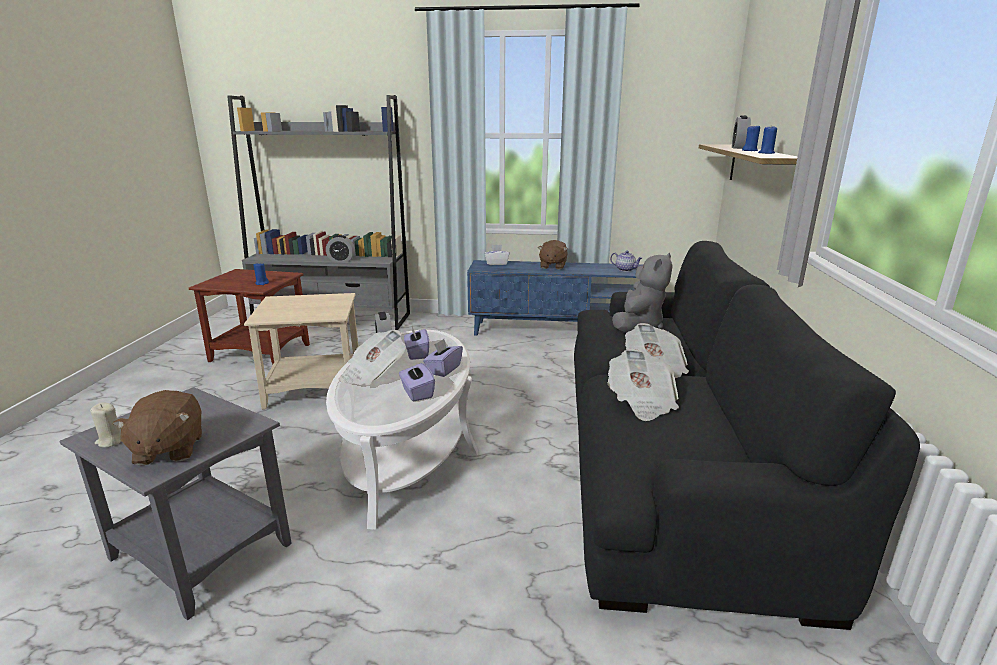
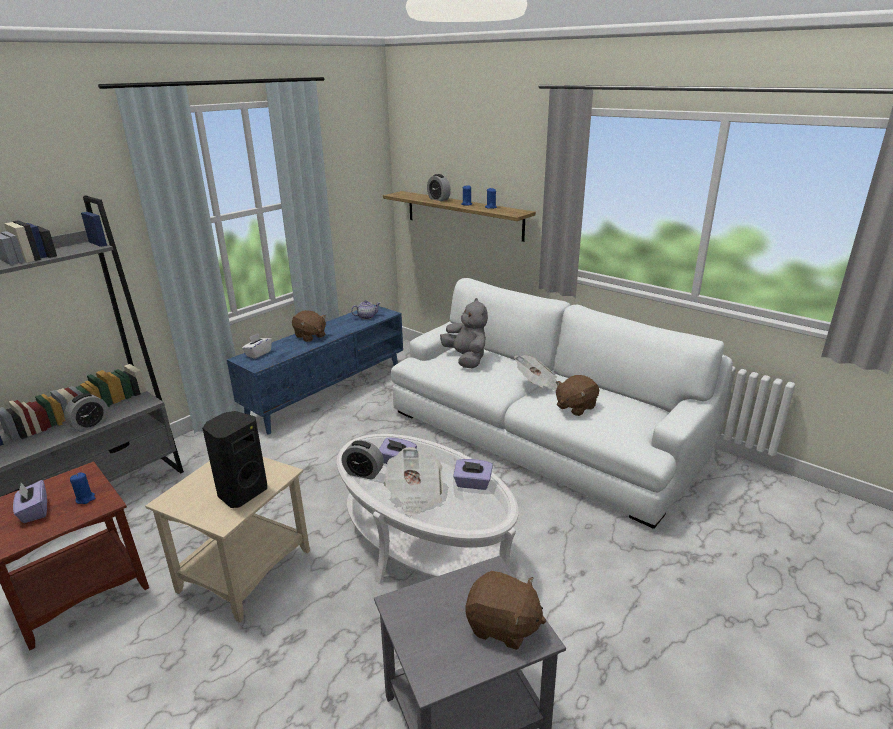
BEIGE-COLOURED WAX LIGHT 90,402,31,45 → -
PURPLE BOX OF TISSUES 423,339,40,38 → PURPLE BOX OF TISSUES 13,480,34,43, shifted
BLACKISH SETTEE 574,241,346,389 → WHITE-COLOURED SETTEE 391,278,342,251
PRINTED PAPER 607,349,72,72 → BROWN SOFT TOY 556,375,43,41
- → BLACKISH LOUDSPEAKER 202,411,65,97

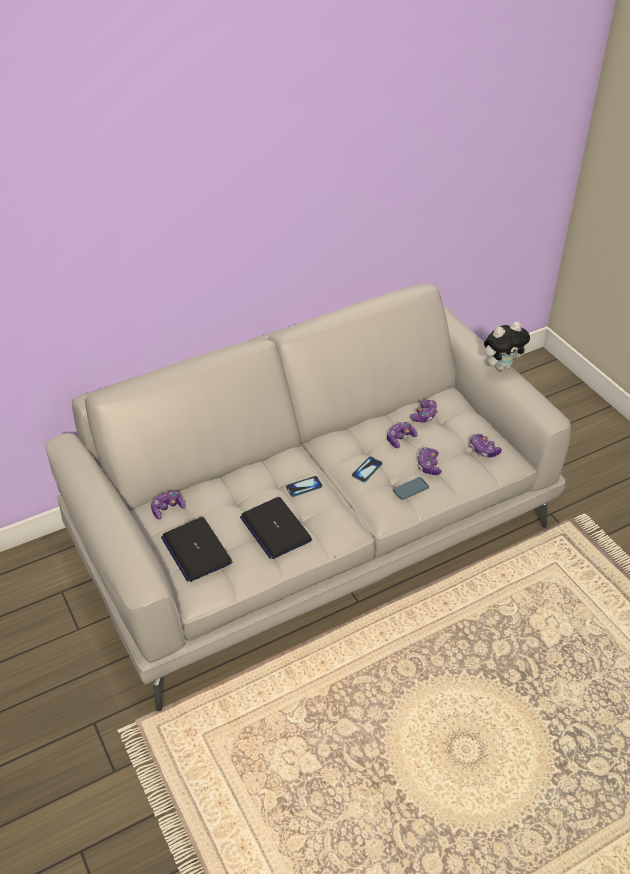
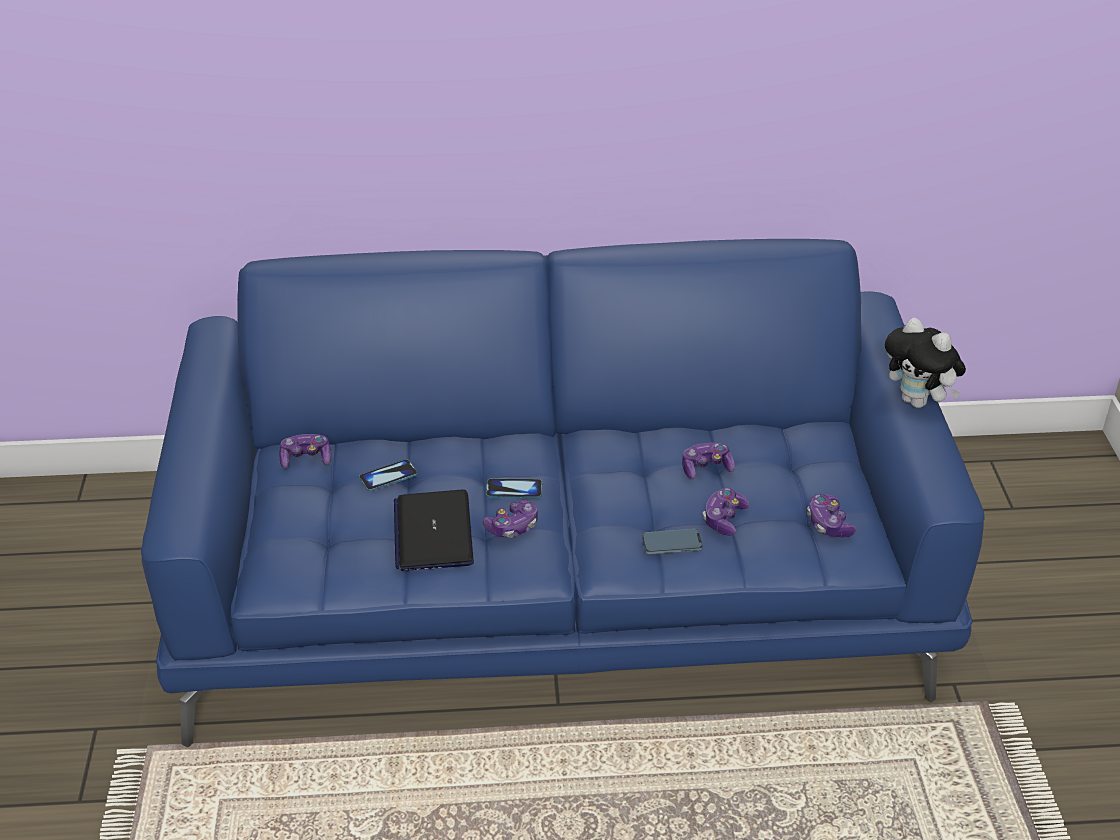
GREY SETTEE 45,283,526,428 → BLUISH SETTEE 141,239,844,508
PORTABLE COMPUTER 161,517,71,65 → -
TELEPHONE 352,456,30,26 → TELEPHONE 359,459,59,32, shifted
GAME CONTROLLER 410,400,28,23 → GAME CONTROLLER 483,500,55,38, shifted
SOFT TOY 484,322,46,49 → SOFT TOY 885,318,81,90, 45 degrees clockwise

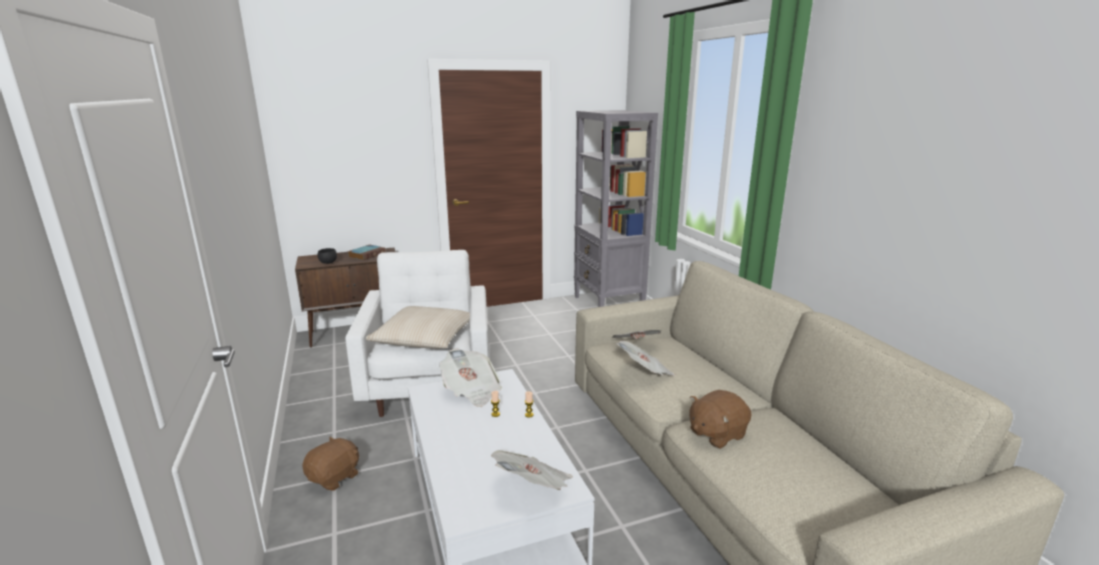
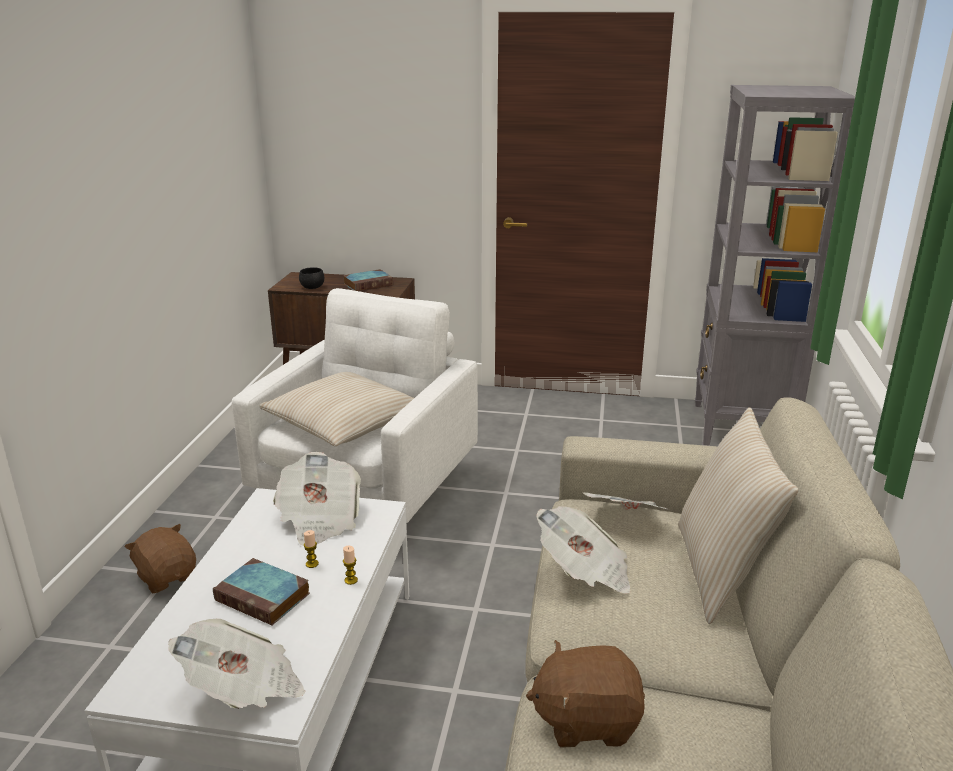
BROWN SOFT TOY 303,436,56,55 → BROWN SOFT TOY 125,524,71,70, 105 degrees counterclockwise
- → VOLUME 213,558,97,68
- → BEIGE-COLOURED PILLOW 678,407,121,217

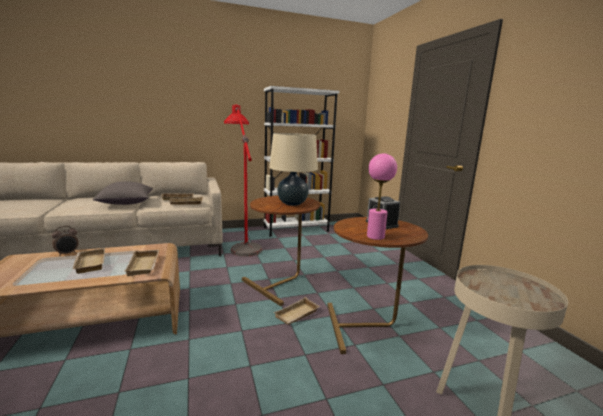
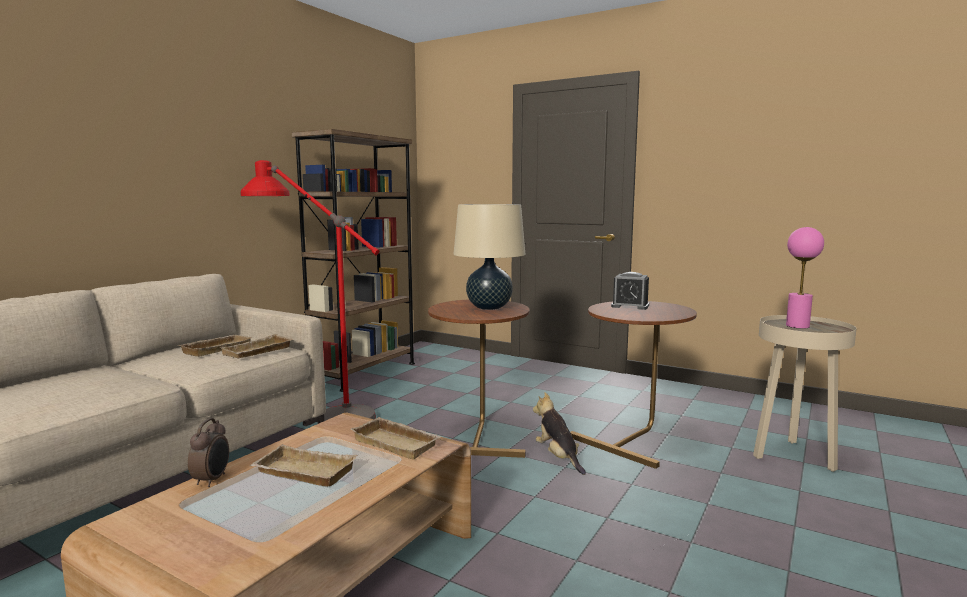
GREY PILLOW 93,181,60,24 → -
WHITE-COLOURED SHELVING UNIT 264,86,75,150 → BROWN SHELVING UNIT 292,129,123,263
BEIGE-COLOURED CARRYING TRAY 274,297,46,28 → SOFT TOY 533,392,53,83
PINK TABLE LAMP 367,153,30,87 → PINK TABLE LAMP 786,227,38,102, shifted

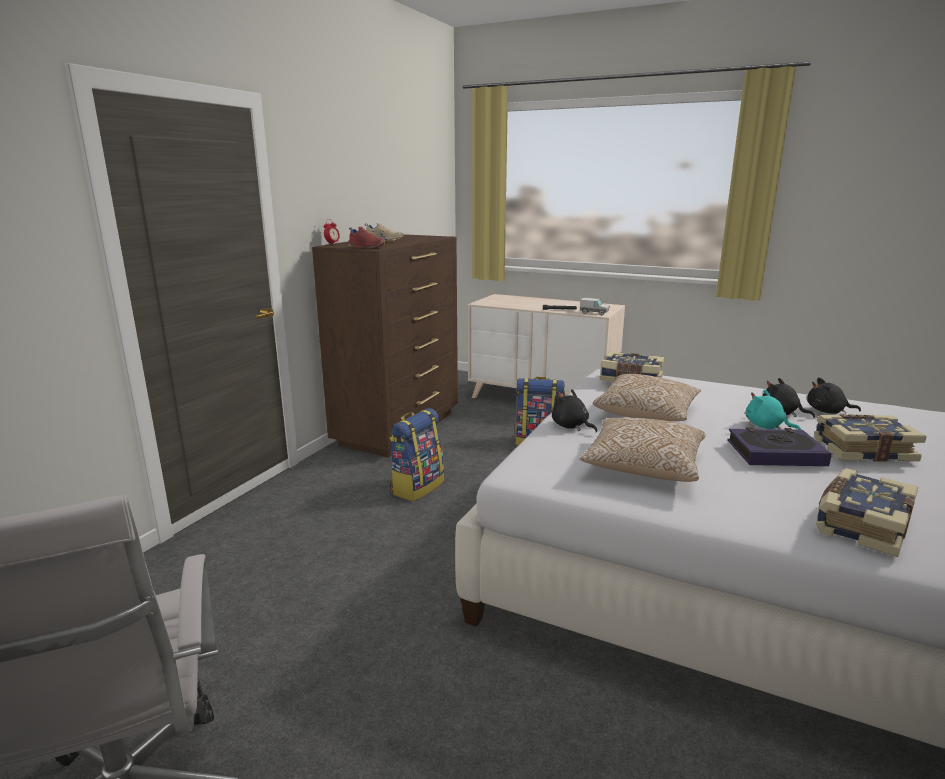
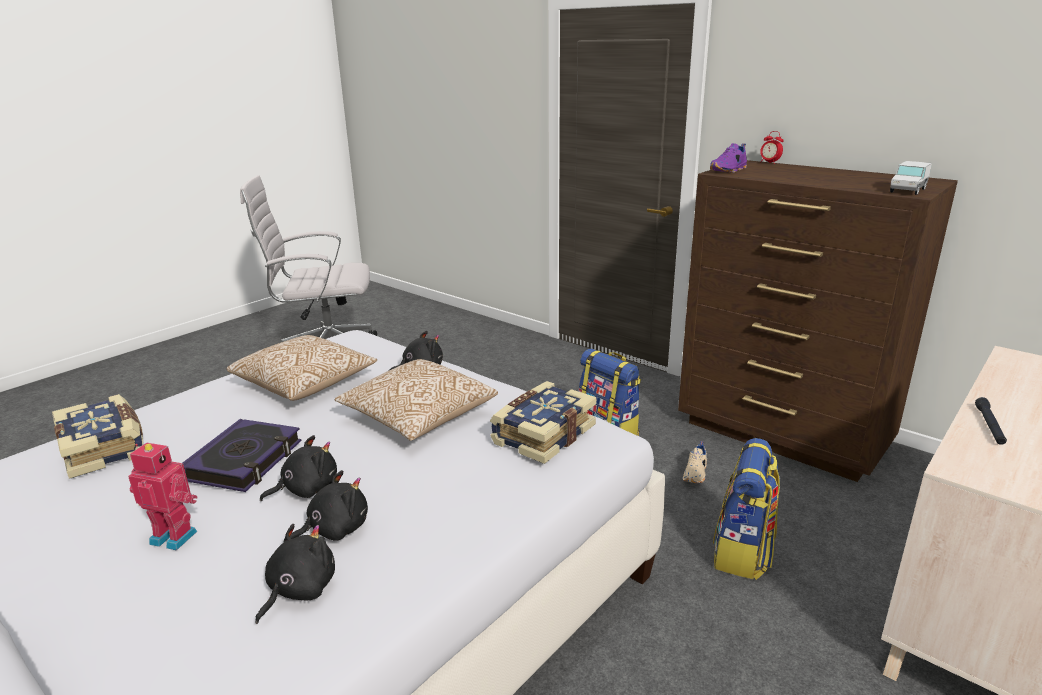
REDDISH LOW SHOE 348,227,37,21 → PURPLE LOW SHOE 710,143,37,30
BEIGE-COLOURED LOW SHOE 365,222,39,20 → BEIGE-COLOURED LOW SHOE 683,441,24,42, shifted
MODEL TRUCK 580,298,29,17 → MODEL TRUCK 890,161,42,34, shifted
TURQUOISE-COLOURED SOFT TOY 745,390,56,40 → BLACKISH SOFT TOY 260,435,77,66
VOLUME 814,414,113,48 → TOY ROBOT 128,443,70,108

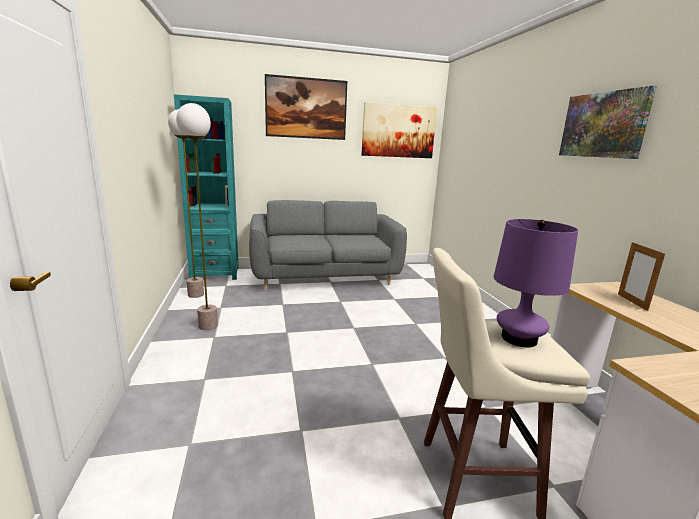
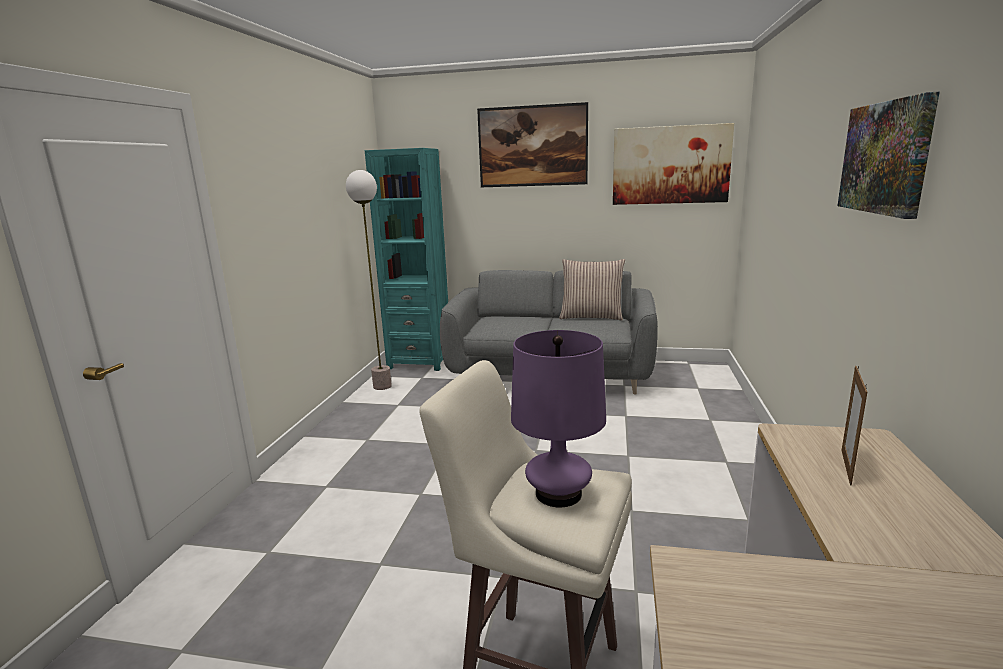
STANDING LAMP 176,103,42,227 → -
- → PILLOW 559,259,66,62

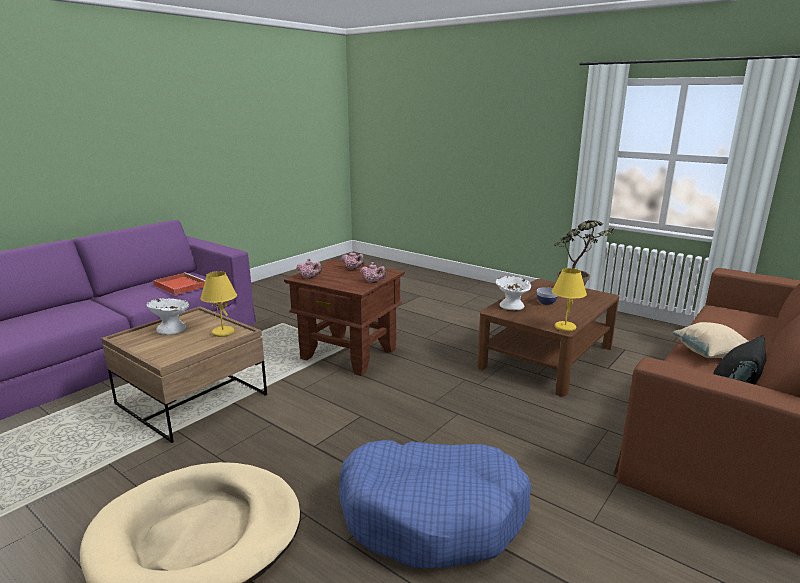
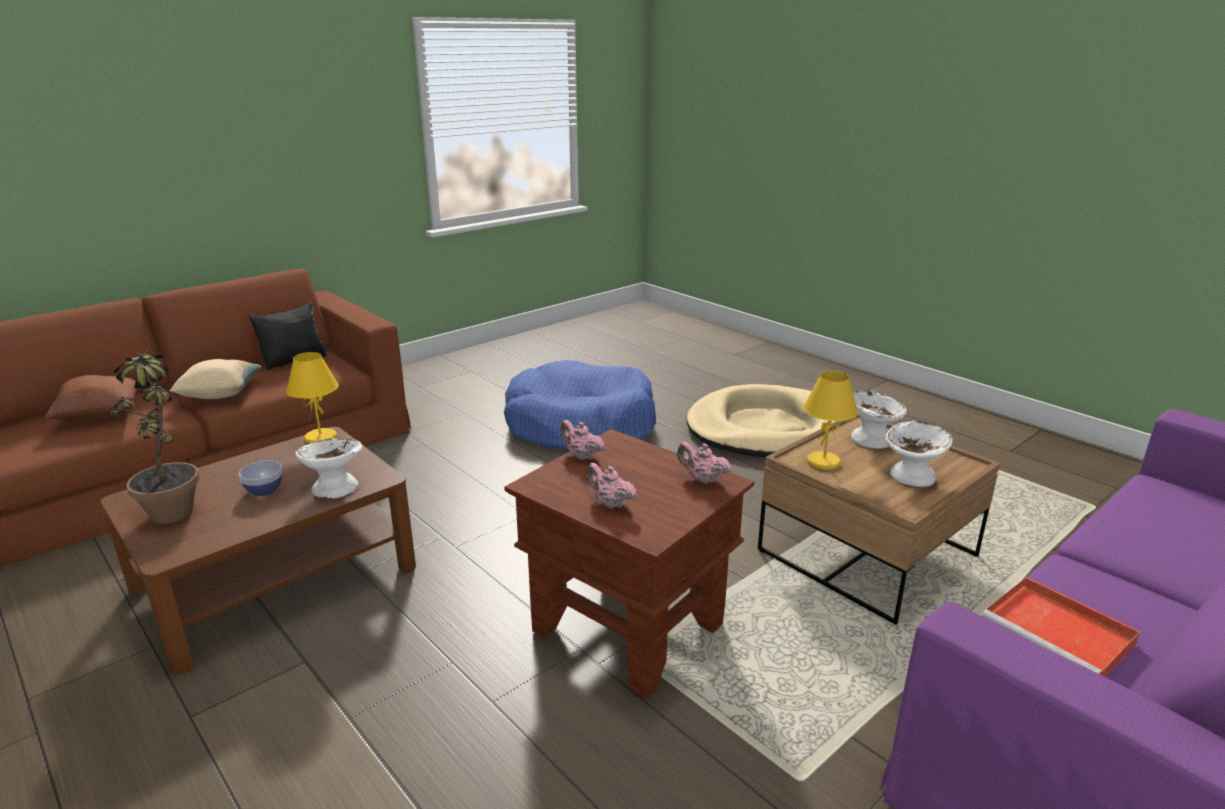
- → BROWN PILLOW 44,375,93,45
- → WHITE-COLOURED SERVING BOWL 851,391,56,58

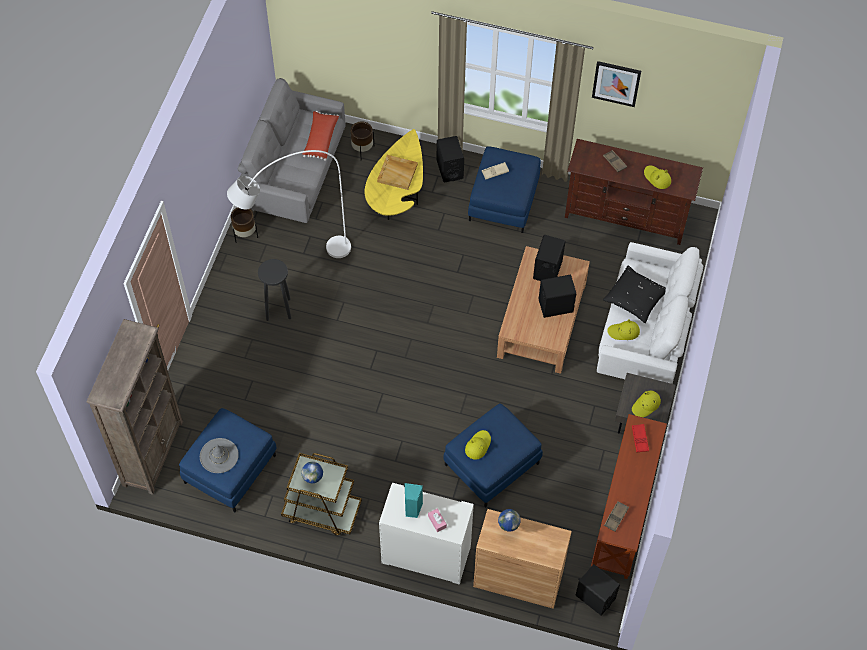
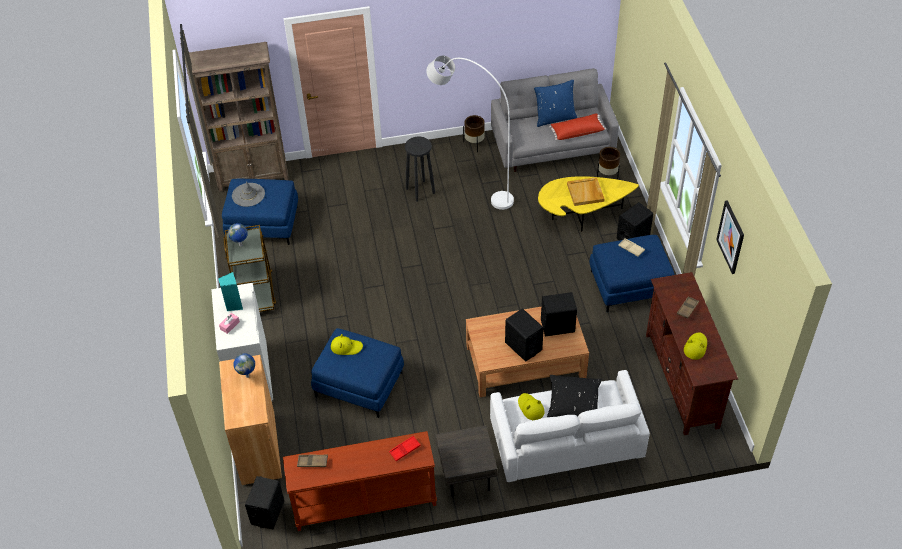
YELLOWISH CLOTHING HAT 632,391,29,26 → -
- → BLUISH PILLOW 534,79,43,48

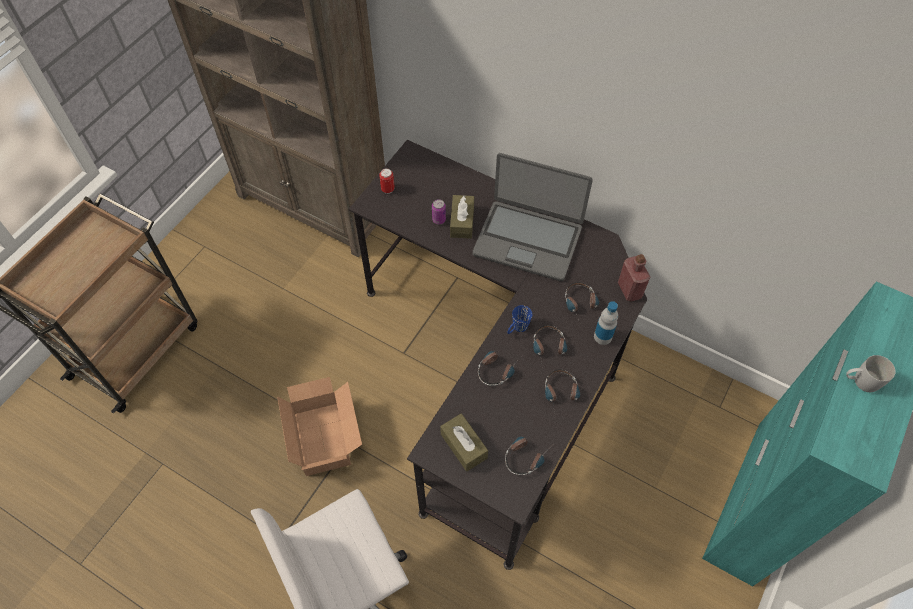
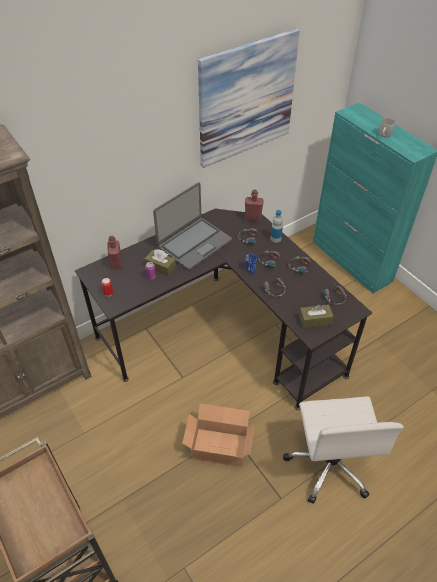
- → REDDISH BEVERAGE BOTTLE 107,236,15,34
- → WALL ART 198,28,102,140

